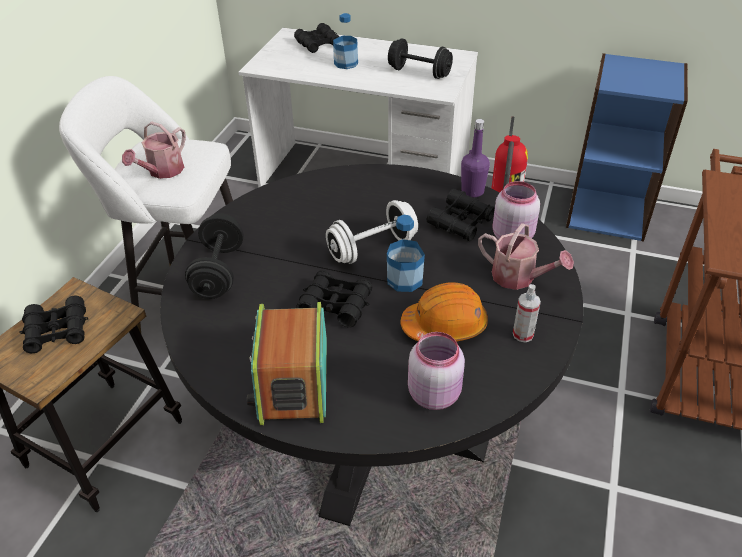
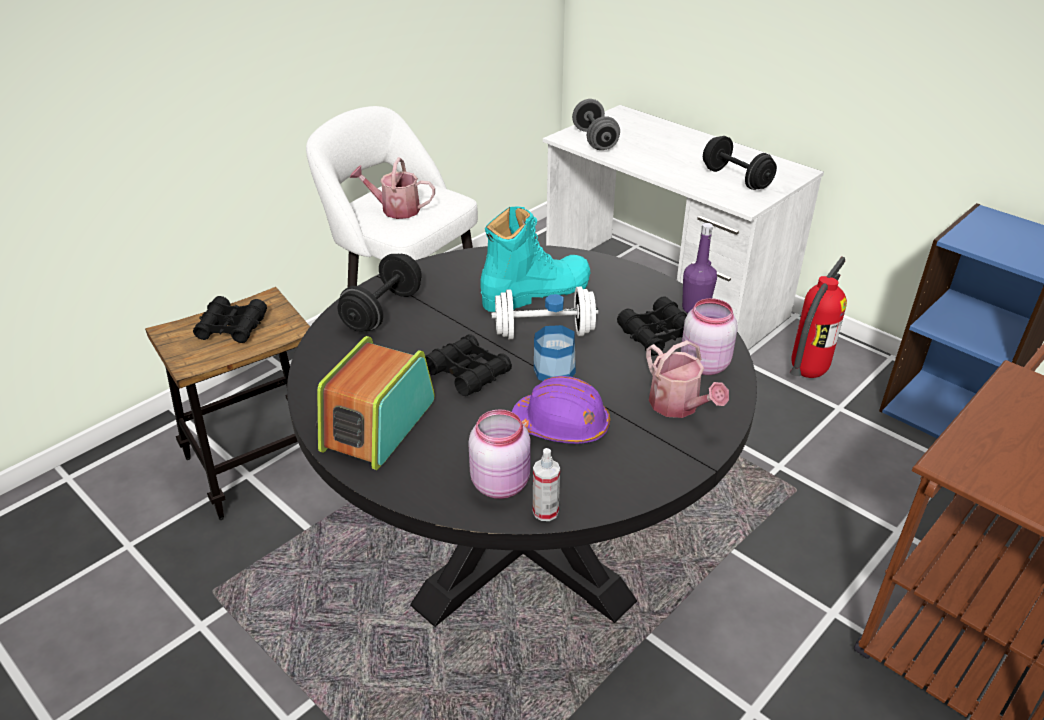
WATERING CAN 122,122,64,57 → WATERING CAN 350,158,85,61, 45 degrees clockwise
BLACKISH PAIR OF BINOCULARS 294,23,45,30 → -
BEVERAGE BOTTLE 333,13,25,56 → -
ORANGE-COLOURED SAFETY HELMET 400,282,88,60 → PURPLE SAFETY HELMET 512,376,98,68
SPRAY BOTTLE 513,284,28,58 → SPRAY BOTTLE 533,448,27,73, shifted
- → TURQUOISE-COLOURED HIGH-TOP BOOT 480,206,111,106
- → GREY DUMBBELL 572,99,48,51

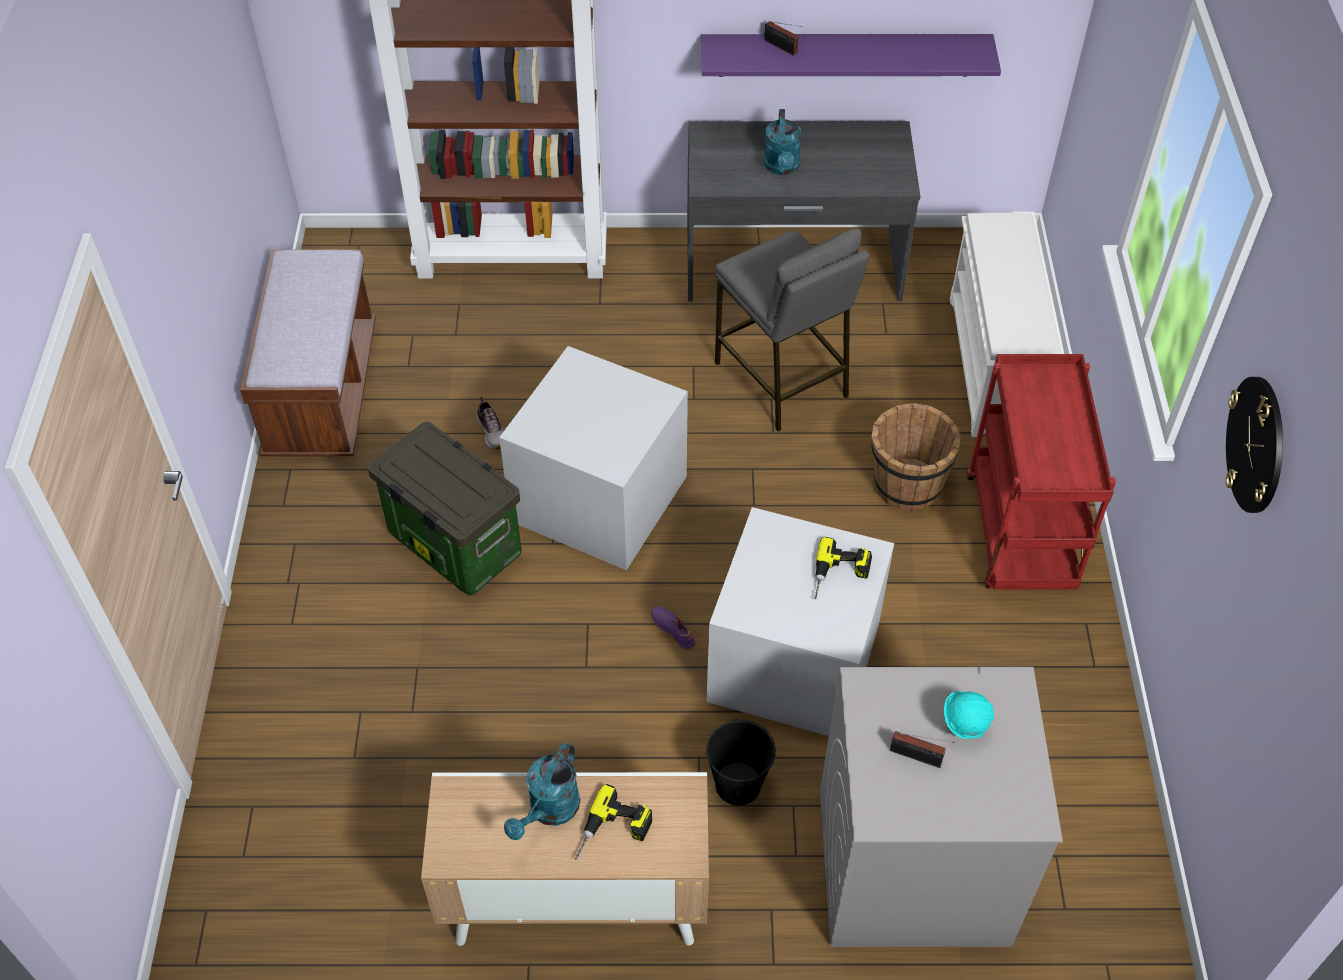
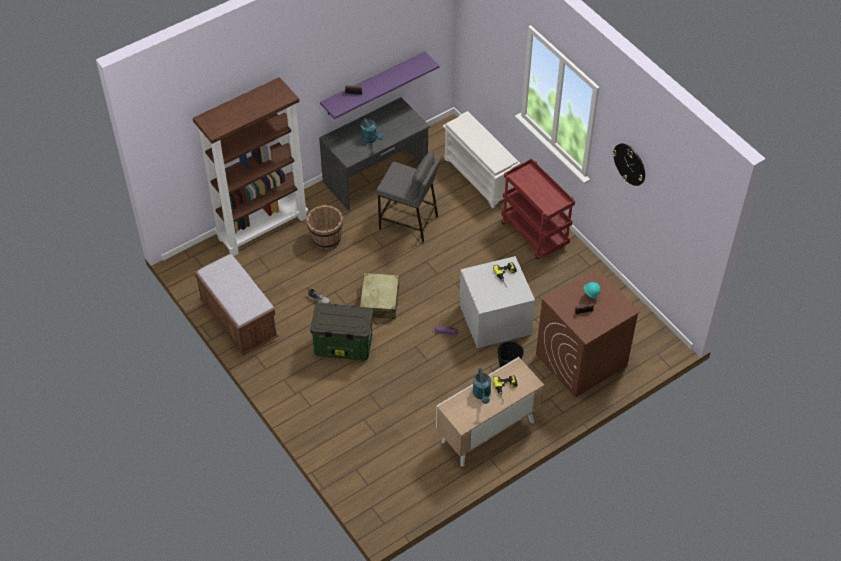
GREY STORAGE CONTAINER 499,346,189,224 → BEIGE-COLOURED PIECE OF LUGGAGE 360,273,39,46
GREY LAUNDRY MACHINE 820,667,243,280 → BROWN LAUNDRY MACHINE 536,268,104,130
BROWN PAIL 871,403,90,108 → BROWN PAIL 306,205,37,45, shifted

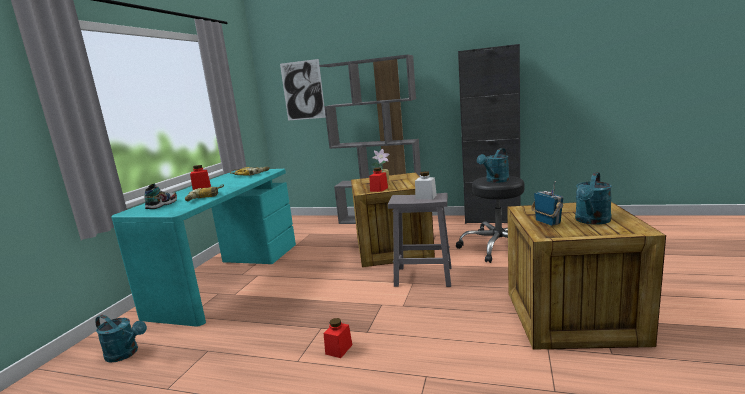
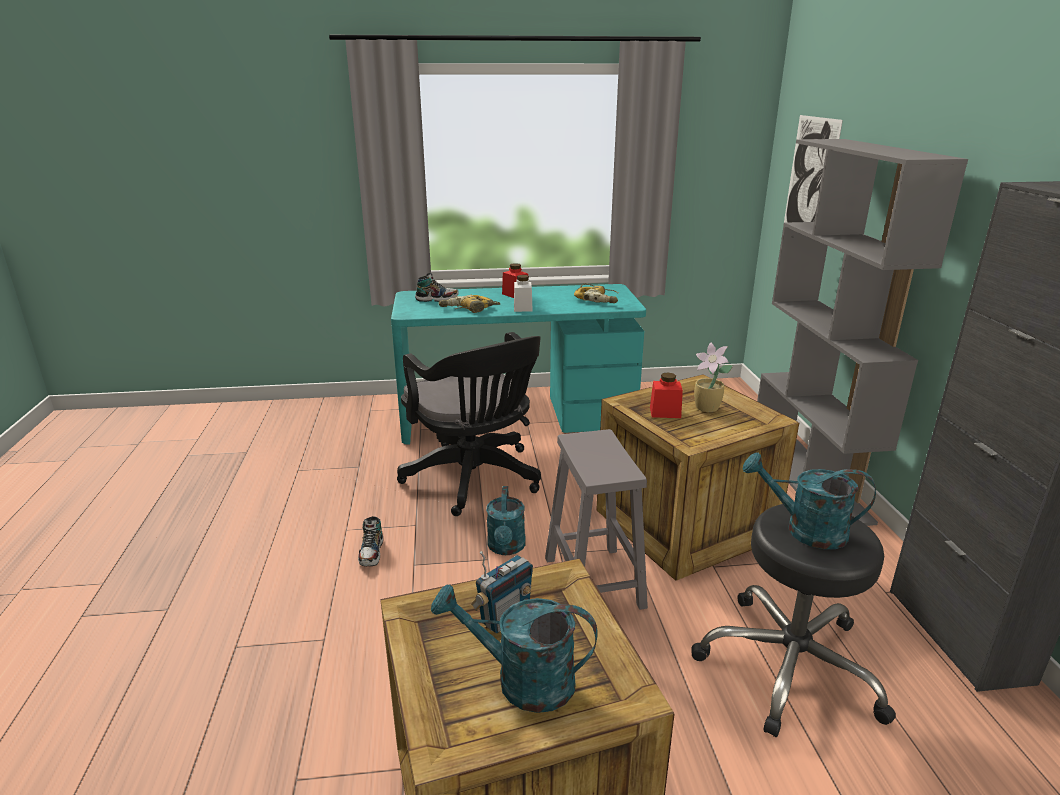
TURQUOISE-COLOURED WATERING CAN 95,315,52,48 → TURQUOISE-COLOURED WATERING CAN 486,486,40,69, shifted
REDDISH STORAGE JAR 324,318,28,40 → LOW SHOE 358,516,25,50
WHITE-COLOURED STORAGE JAR 415,171,22,28 → WHITE-COLOURED STORAGE JAR 514,275,19,37, shifted
- → BLACKISH OFFICE CHAIR 397,332,144,184

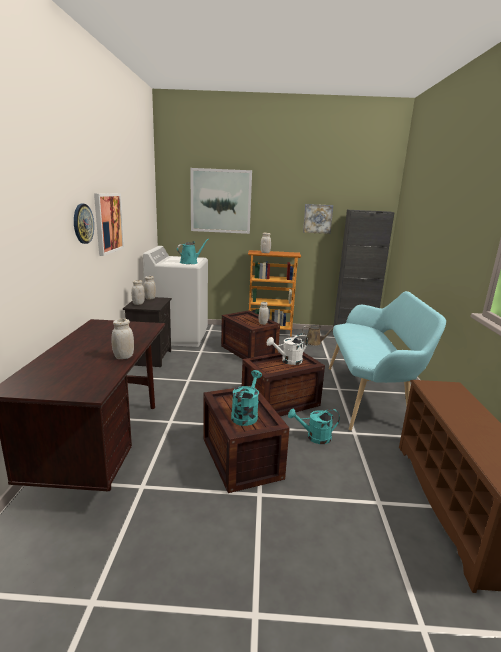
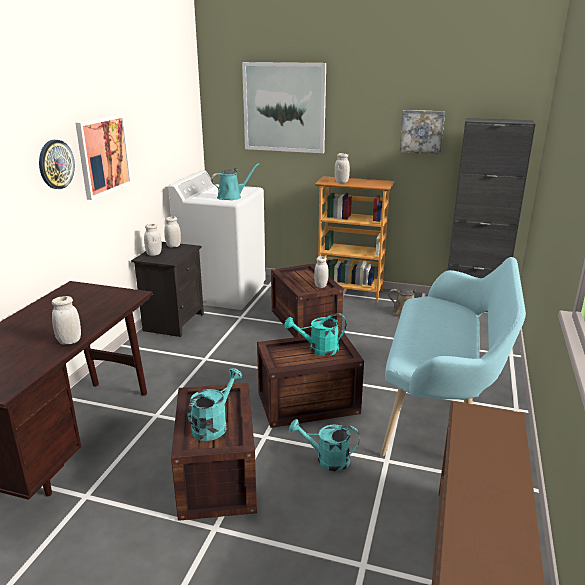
WHITE-COLOURED WATERING CAN 267,333,41,32 → TURQUOISE-COLOURED WATERING CAN 285,313,62,43

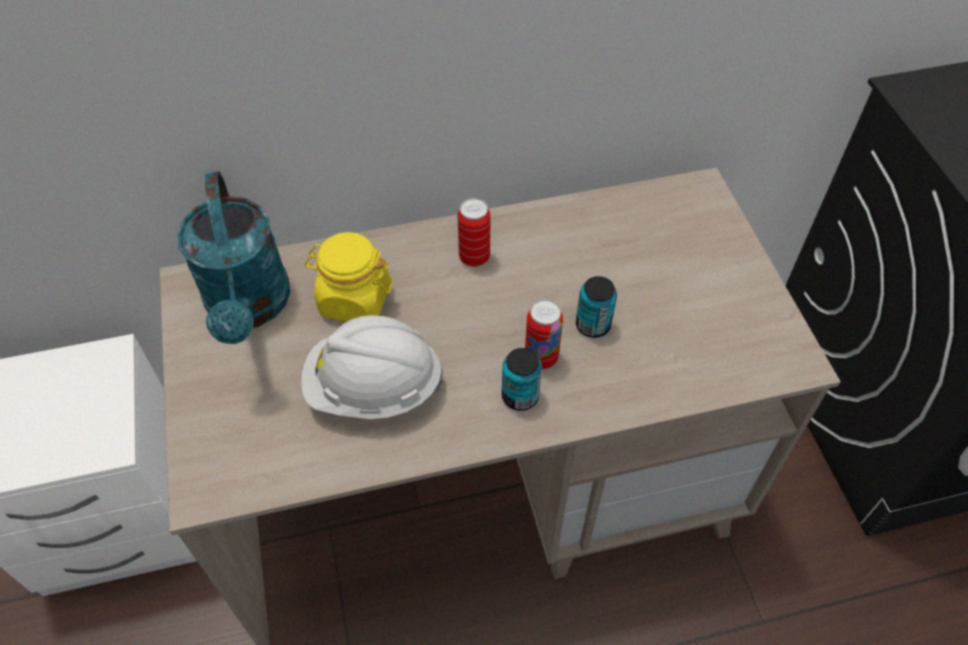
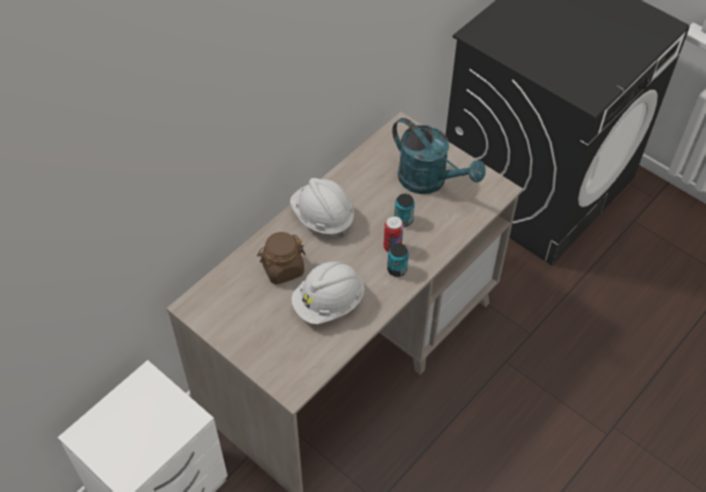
TURQUOISE-COLOURED WATERING CAN 178,172,112,172 → TURQUOISE-COLOURED WATERING CAN 392,118,94,76, shifted
YELLOWISH STORAGE JAR 304,232,89,90 → BROWN STORAGE JAR 257,232,49,53
SEALED CAN 458,198,32,69 → WHITE-COLOURED SAFETY HELMET 290,178,64,60

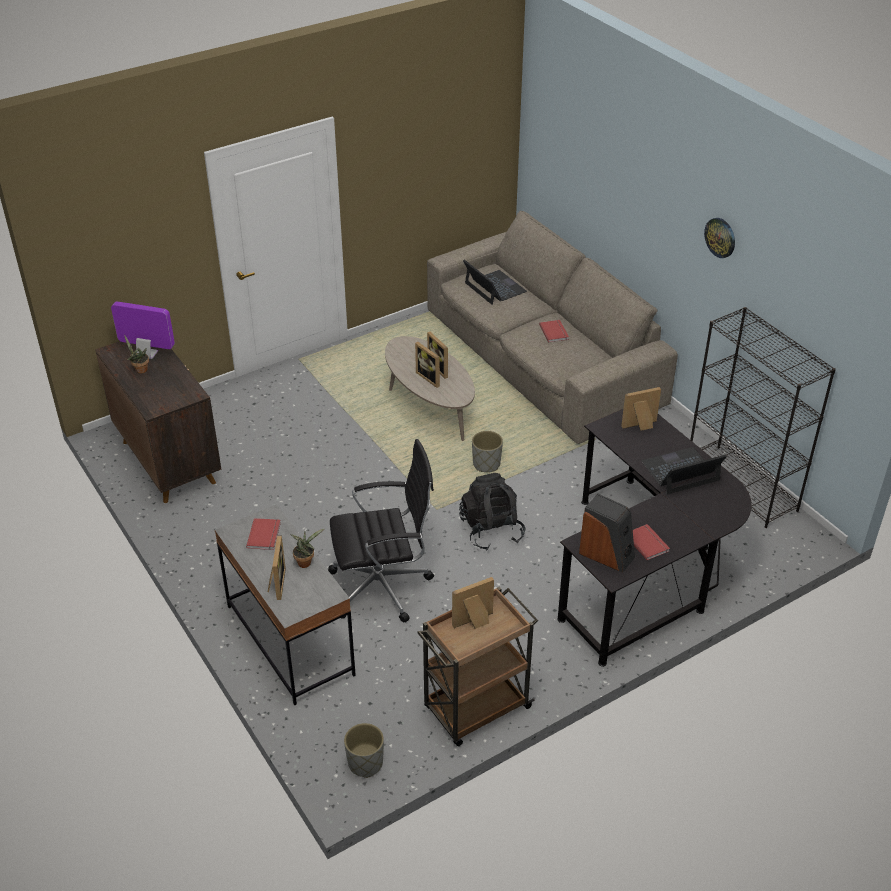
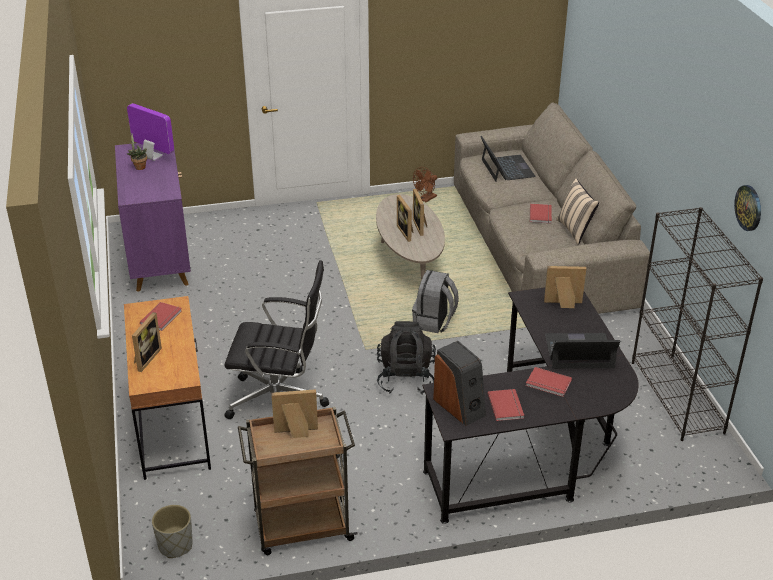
BROWN CABINET 95,341,126,162 → PURPLE CABINET 115,143,76,149
GREY DESK 215,504,141,201 → BROWN DESK 124,296,87,184
HOUSEPLANT 290,529,34,39 → -
GREY PLANTER 472,431,31,41 → GREY BACKPACK 412,270,47,63
WALL CLOCK 704,218,31,40 → WALL CLOCK 734,185,27,46, shifted
- → BROWN FAN 413,167,24,35
- → REDDISH VOLUME 526,367,46,30
- → BEIGE-COLOURED PILLOW 556,178,43,67

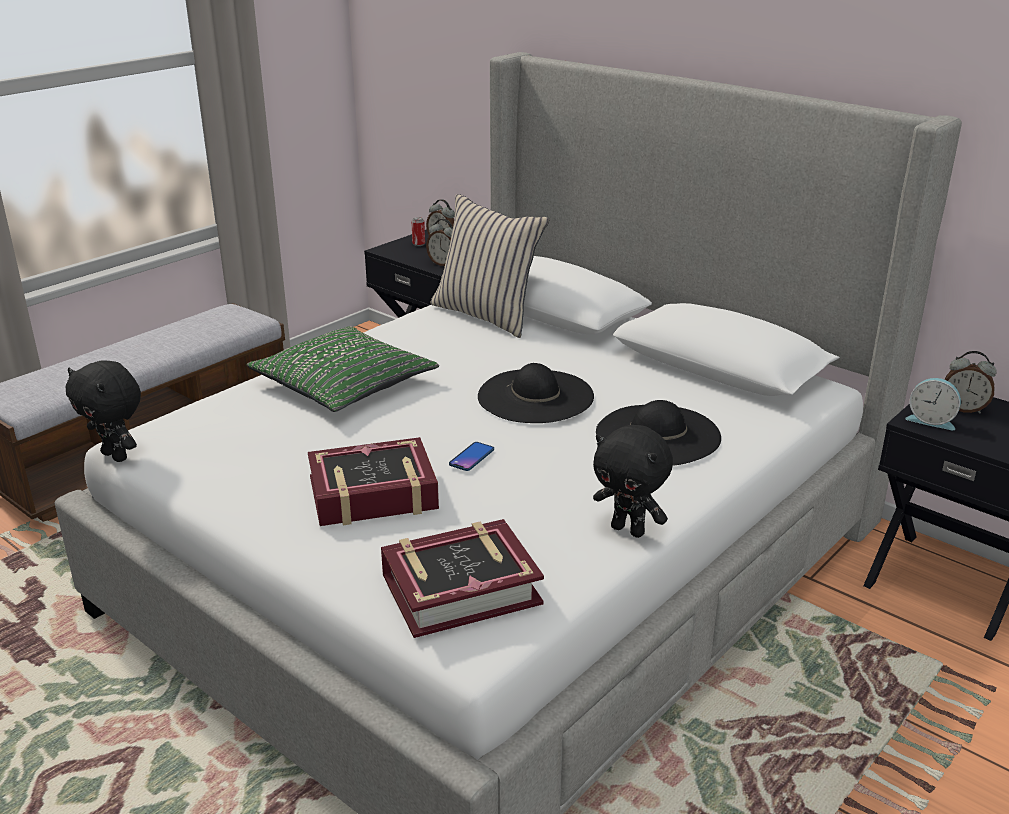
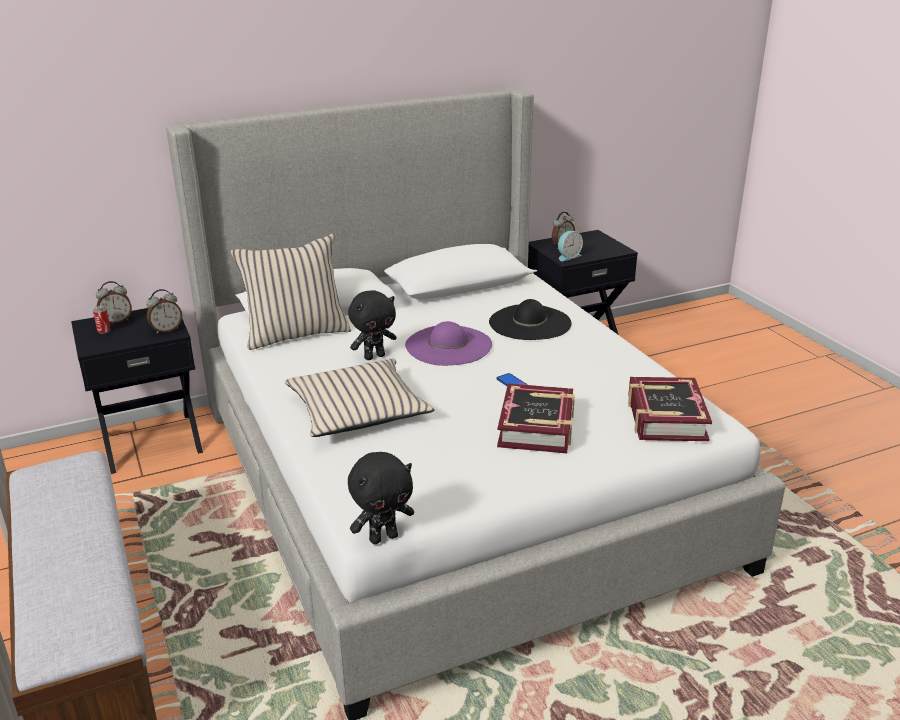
GREENISH PILLOW 246,326,193,86 → BEIGE-COLOURED PILLOW 285,359,149,78
BLACKISH CLOTHING HAT 478,363,116,60 → PURPLE CLOTHING HAT 405,321,87,45
BLACKISH SOFT TOY 593,425,80,113 → BLACKISH SOFT TOY 348,290,49,70, shifted

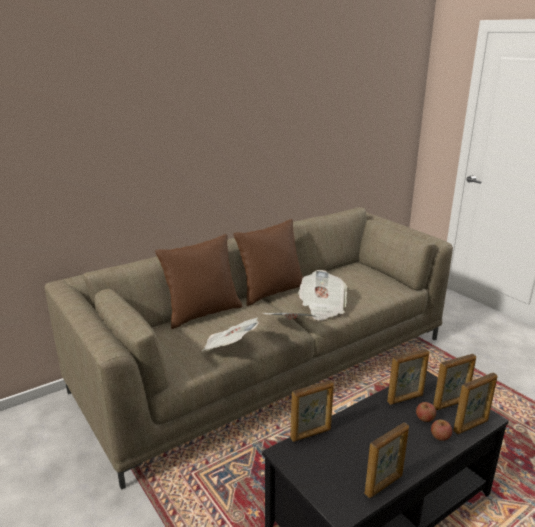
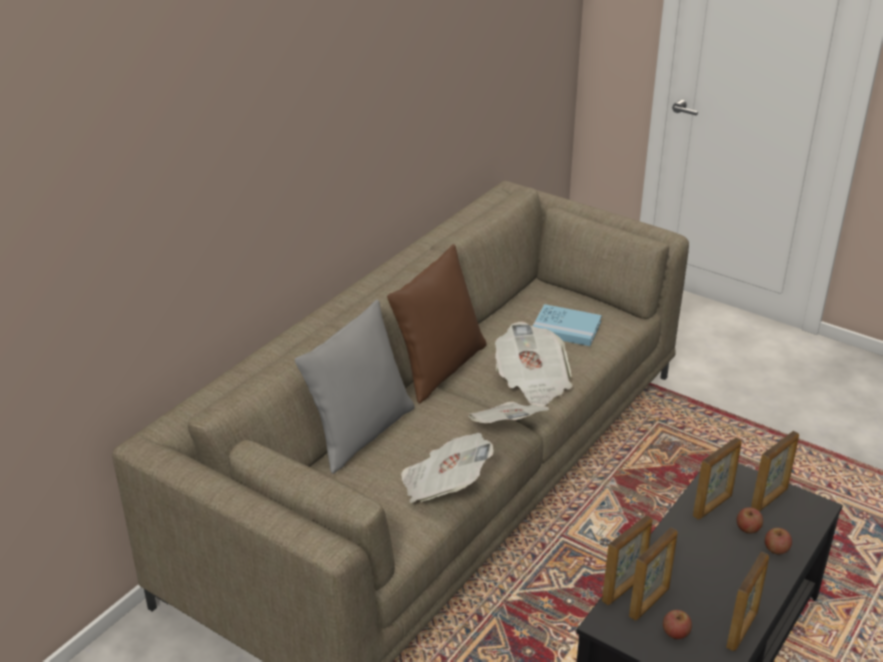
BROWN PILLOW 155,234,87,95 → GREY PILLOW 294,300,121,174
STANDING FRAME 453,373,44,61 → STANDING FRAME 629,527,48,93, shifted
- → BLUISH VOLUME 533,304,69,42
- → WHOLE APPLE 663,610,29,29

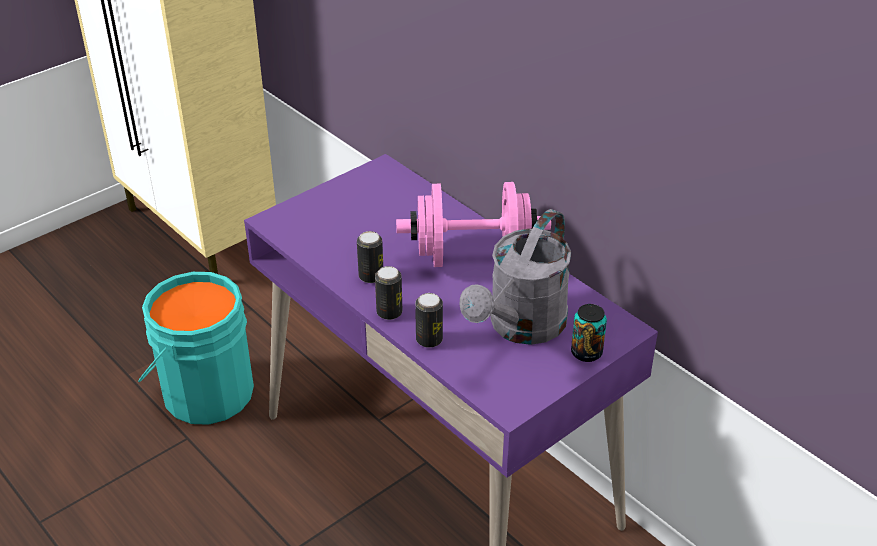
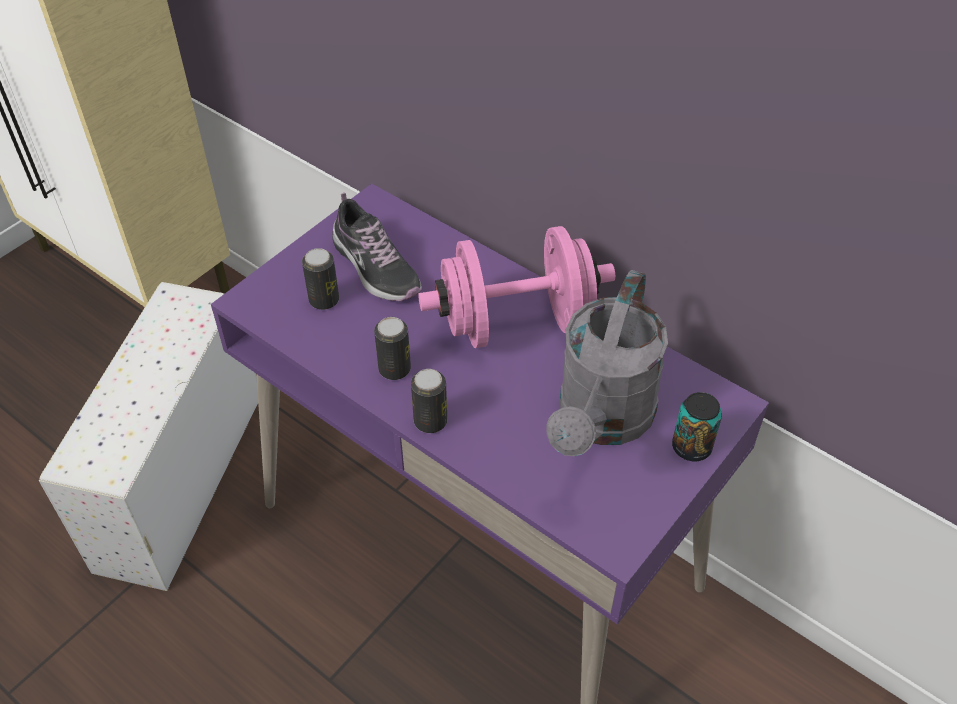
TURQUOISE-COLOURED PAIL 138,272,116,153 → WHITE-COLOURED STORAGE CONTAINER 39,282,219,309
SEALED CAN 415,293,28,55 → SEALED CAN 302,248,37,62, shifted
- → LOW SHOE 332,192,90,109

